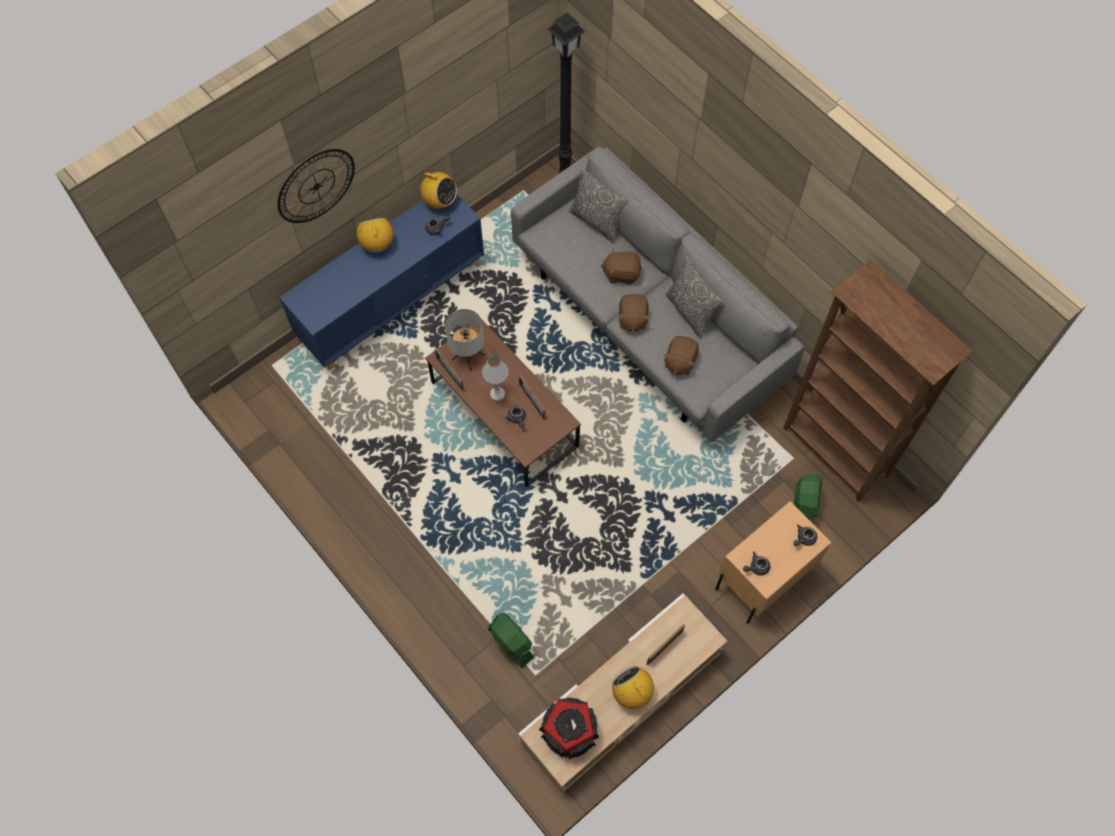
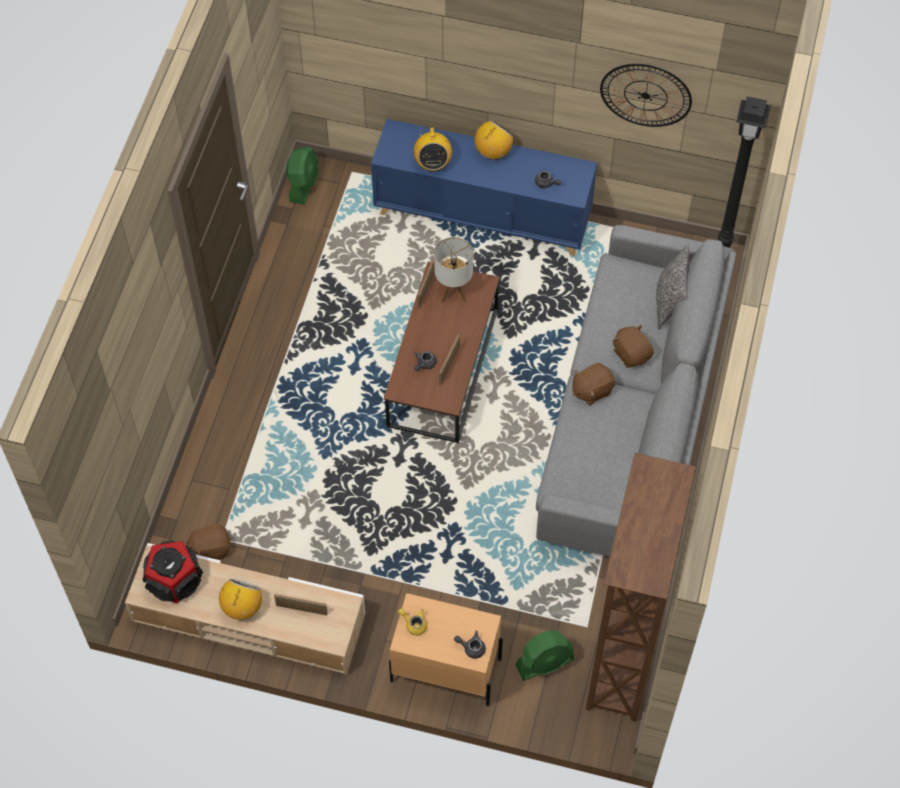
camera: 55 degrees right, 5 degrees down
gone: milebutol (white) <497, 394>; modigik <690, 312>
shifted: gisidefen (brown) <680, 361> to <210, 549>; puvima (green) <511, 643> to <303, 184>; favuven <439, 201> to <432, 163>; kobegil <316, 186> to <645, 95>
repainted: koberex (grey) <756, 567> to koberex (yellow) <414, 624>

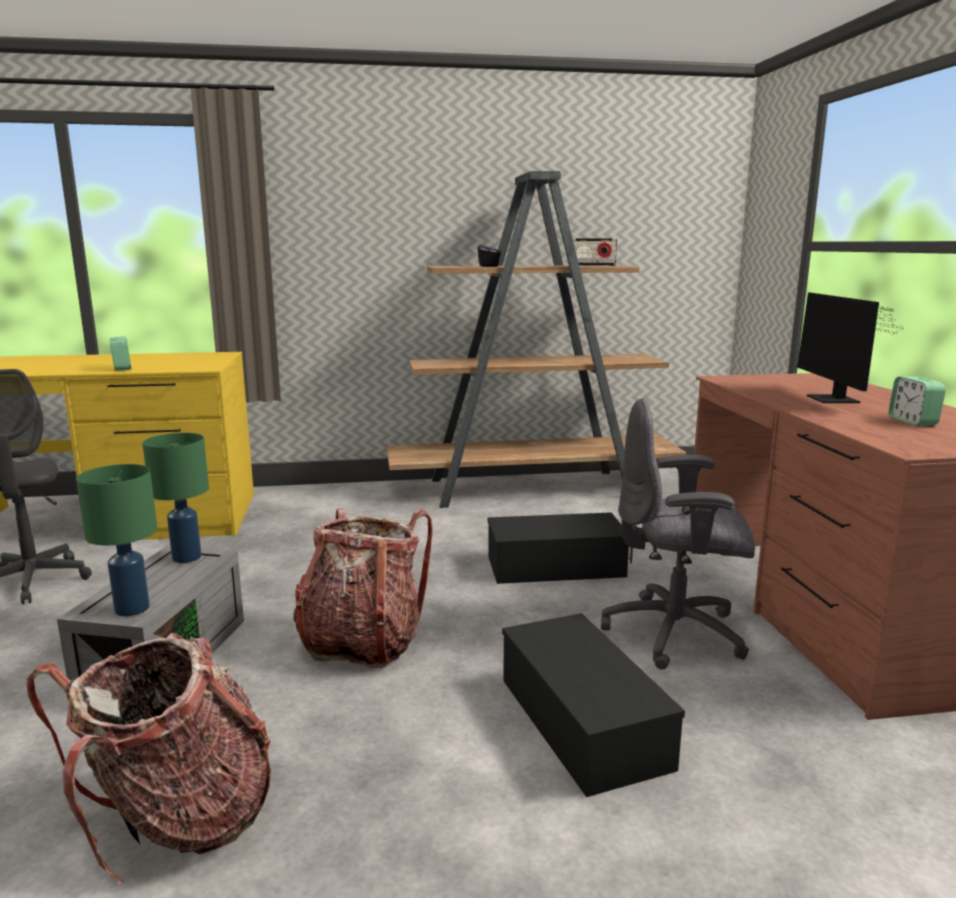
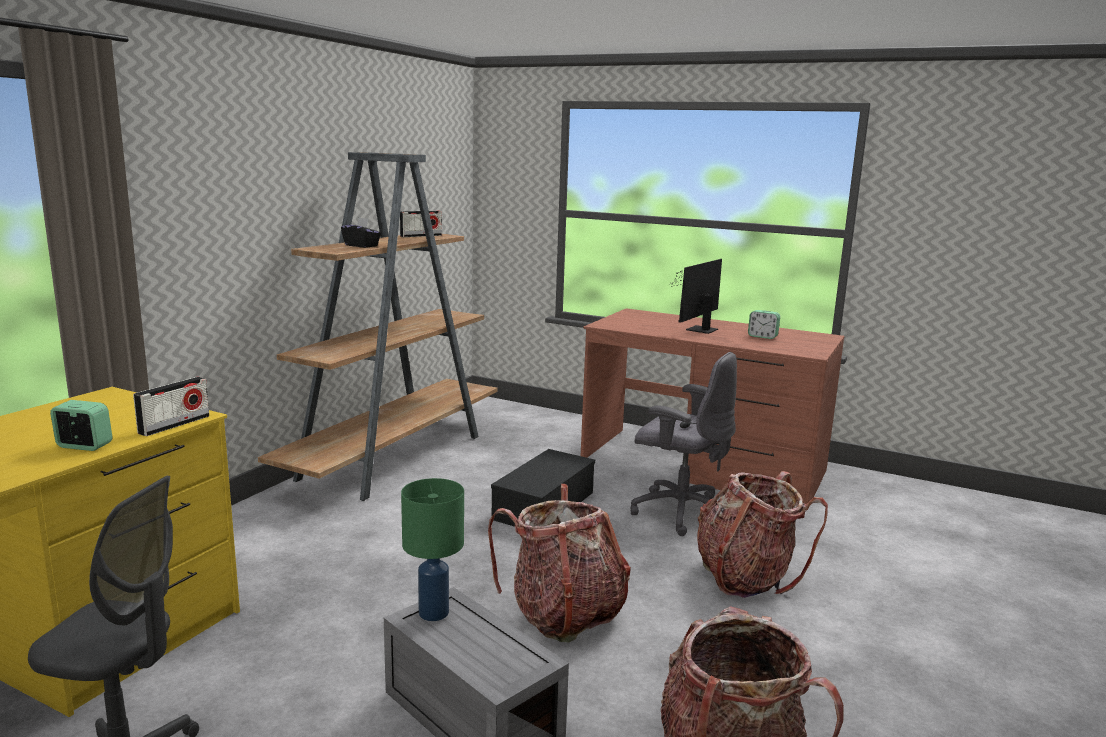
camera: 55 degrees left, 0 degrees up
gone: milebutol (green) <133, 609>
new: favuven <174, 425>
swapped: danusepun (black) <585, 723> to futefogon <746, 577>
rotated: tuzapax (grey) <676, 633> = <680, 511> 105 degrees counterclockwise; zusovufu <834, 400> = <698, 330> 90 degrees clockwise

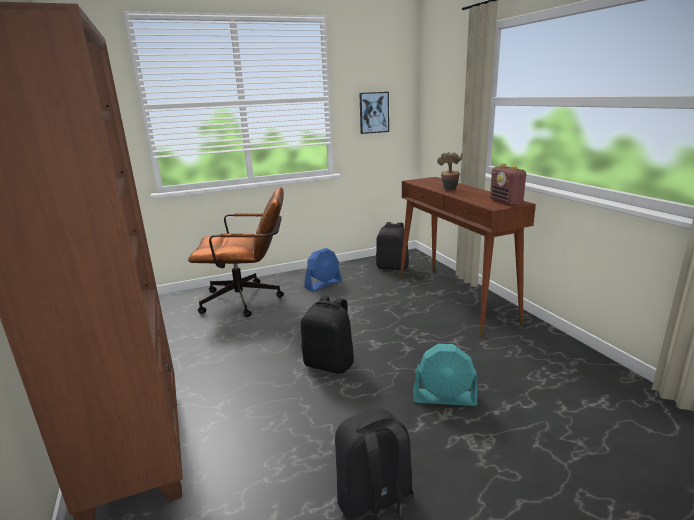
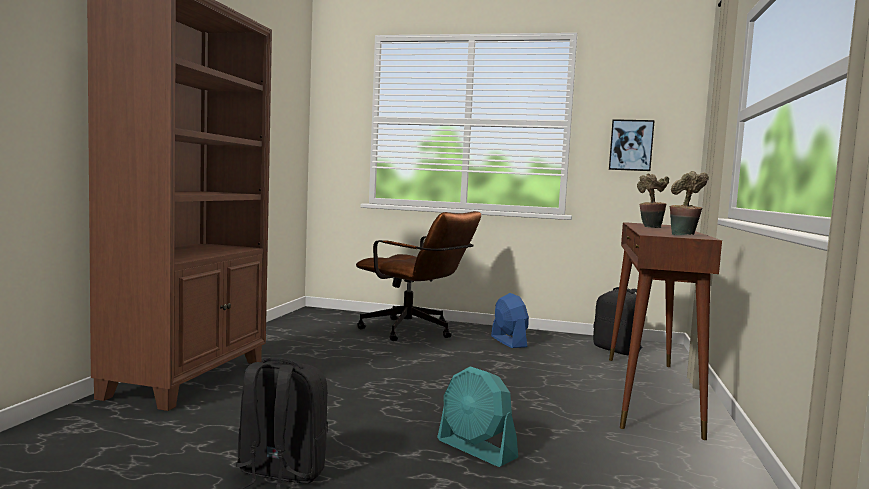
camera: 35 degrees right, 15 degrees down
gone: futefogon (black) <330, 364>
swapped: favuven <506, 202> to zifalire <684, 235>
rotated: puvima (blue) <323, 284> = <508, 341> 105 degrees counterclockwise

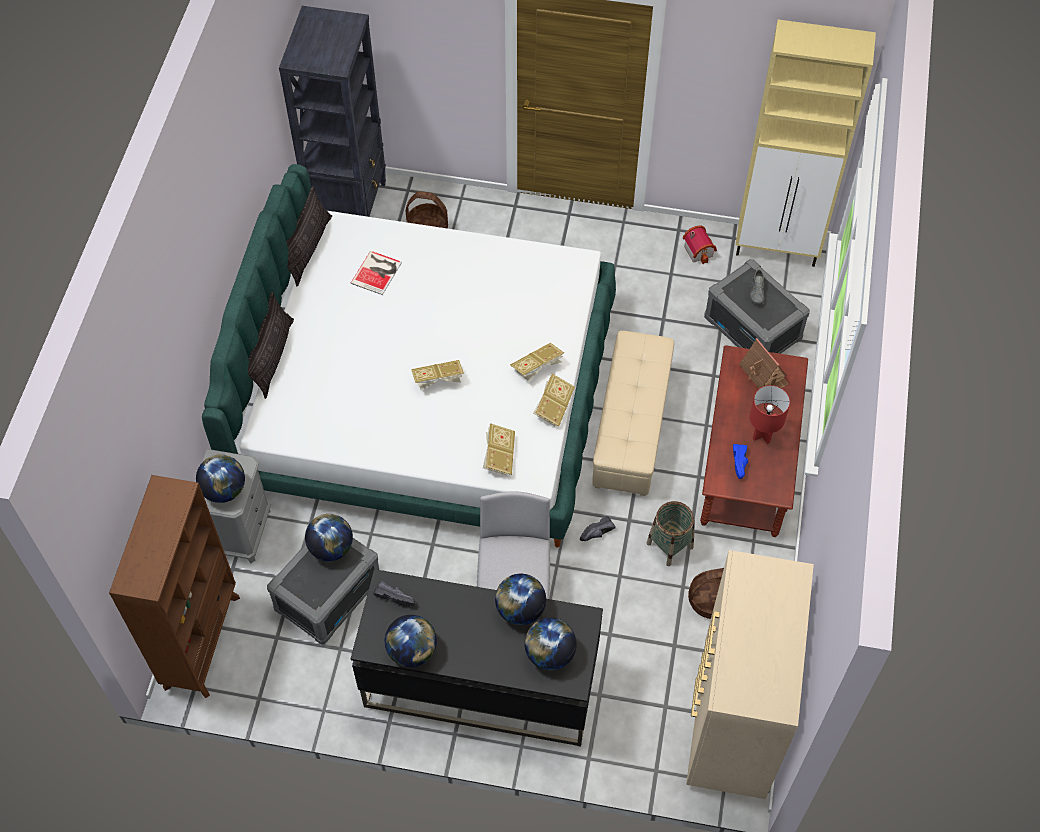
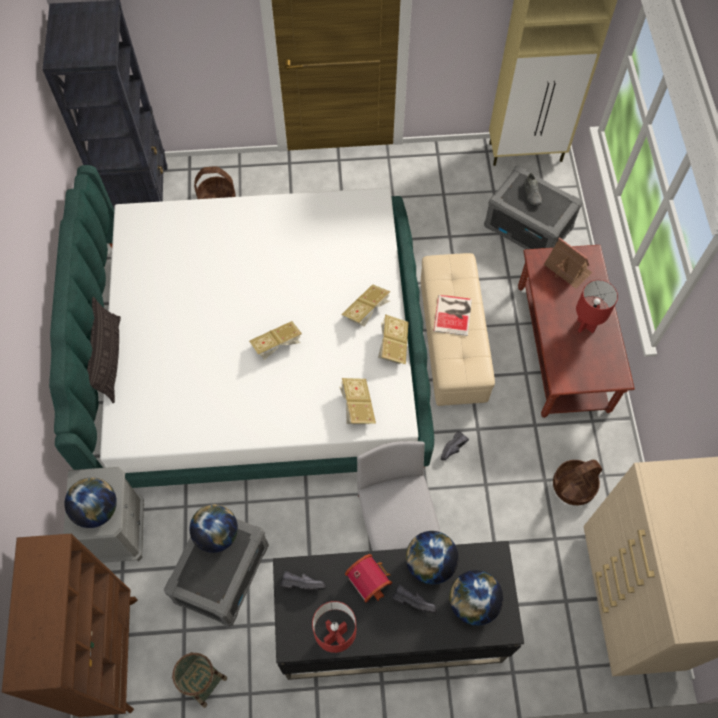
camera: 15 degrees left, 5 degrees up
gone: modigik <308, 249>; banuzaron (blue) <741, 463>
new: banuzaron (black) <414, 600>
shifted: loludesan <669, 545> to <202, 682>; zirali <700, 250> to <369, 579>; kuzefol <378, 272> to <454, 314>
swapped: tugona <412, 651> to milebutol (red) <336, 637>

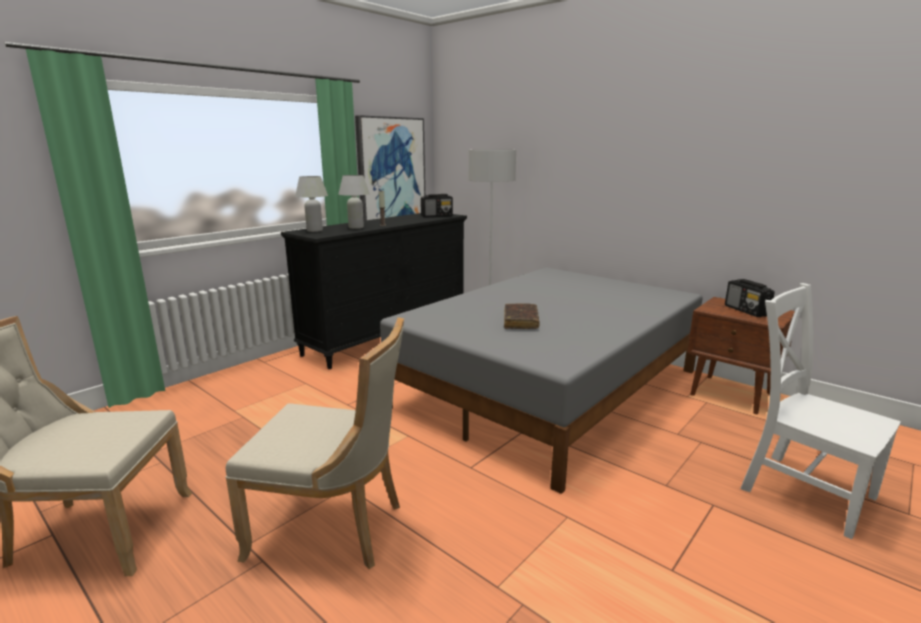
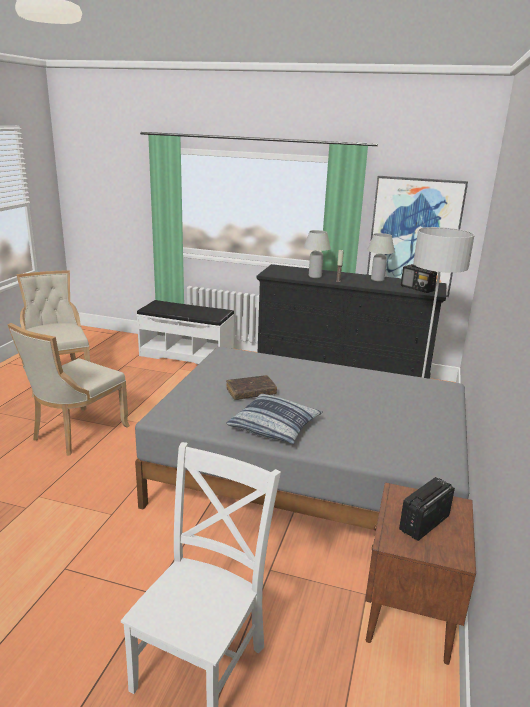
camera: 65 degrees right, 5 degrees up
new: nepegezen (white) <187, 355>; modigik <275, 427>
shifted: milebutol (white) <314, 230> to <377, 279>
rotated: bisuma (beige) <333, 528> = <76, 433> 45 degrees clockwise

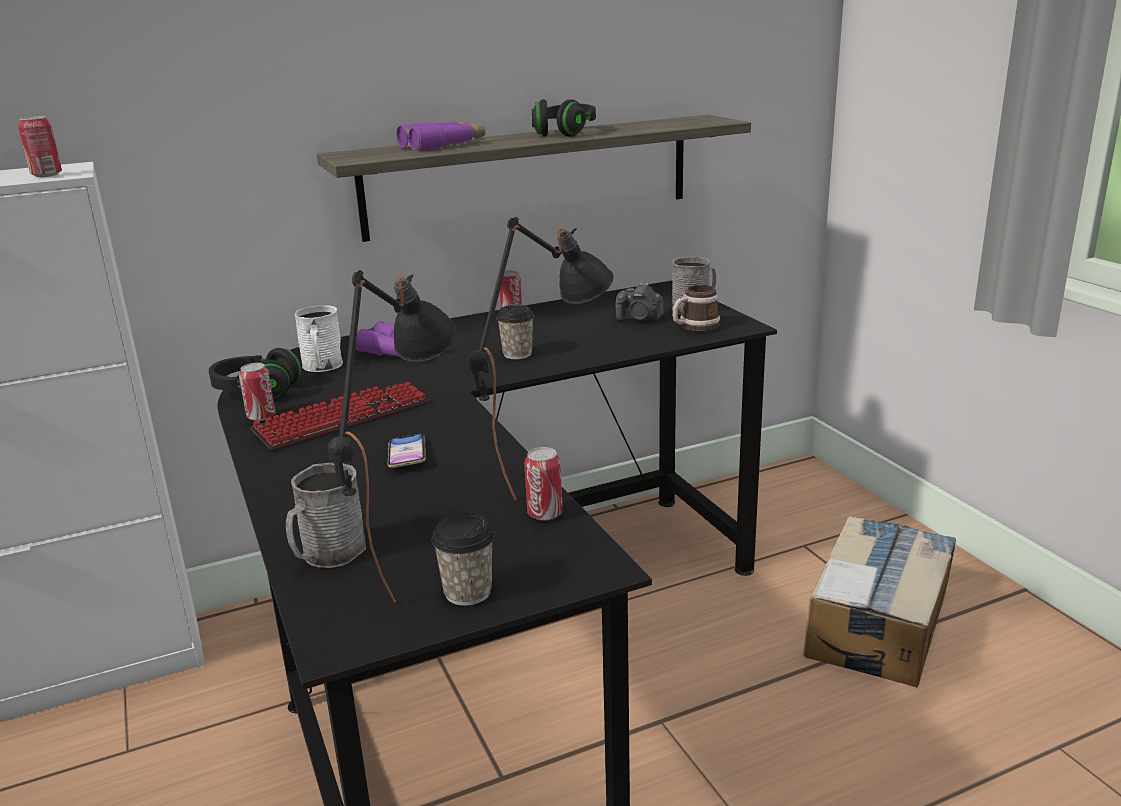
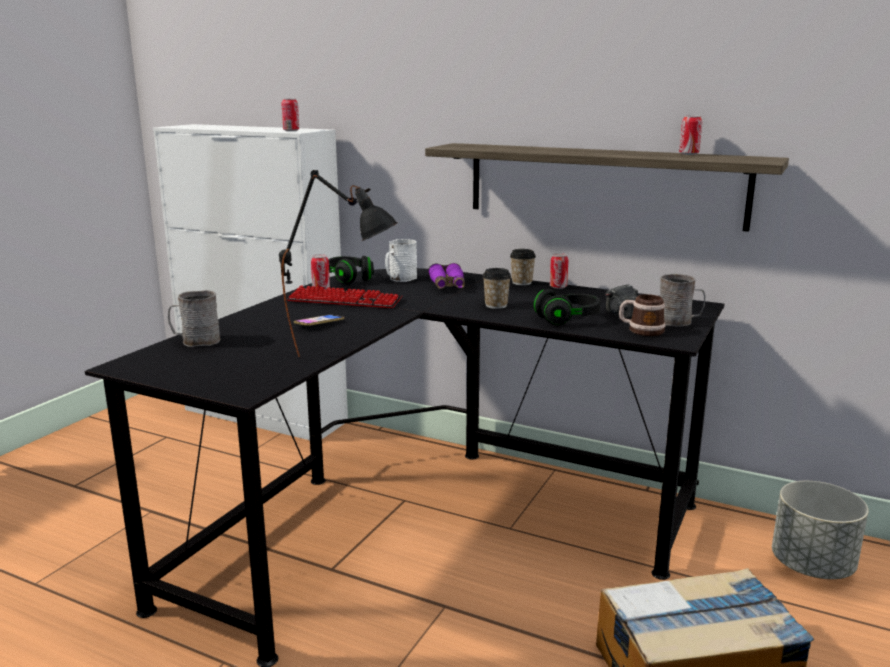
camera: 50 degrees right, 5 degrees down
gone: milebutol (black) <409, 560>; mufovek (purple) <443, 145>
new: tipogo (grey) <812, 566>
shifted: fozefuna <468, 592> to <522, 283>; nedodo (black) <565, 133> to <567, 319>; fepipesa <545, 514> to <688, 154>

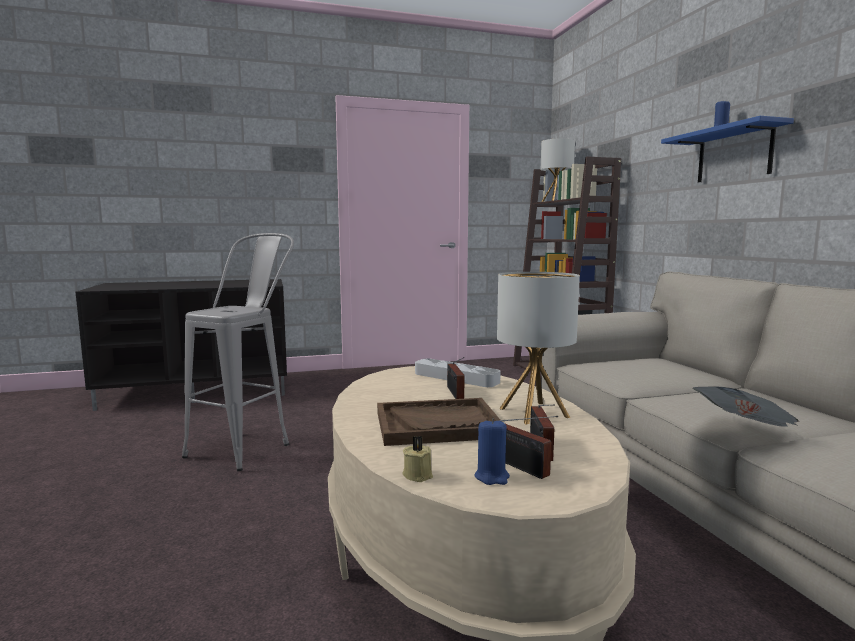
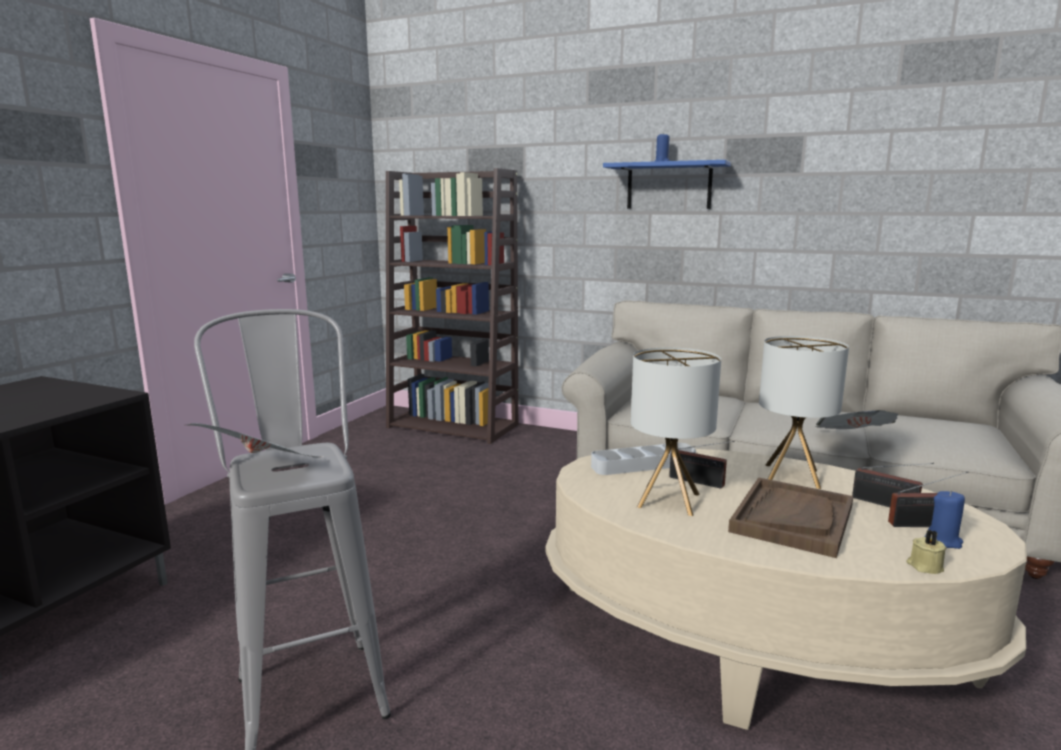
camera: 50 degrees left, 5 degrees up
new: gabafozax <262, 473>
shifted: milebutol <555, 202> to <668, 500>

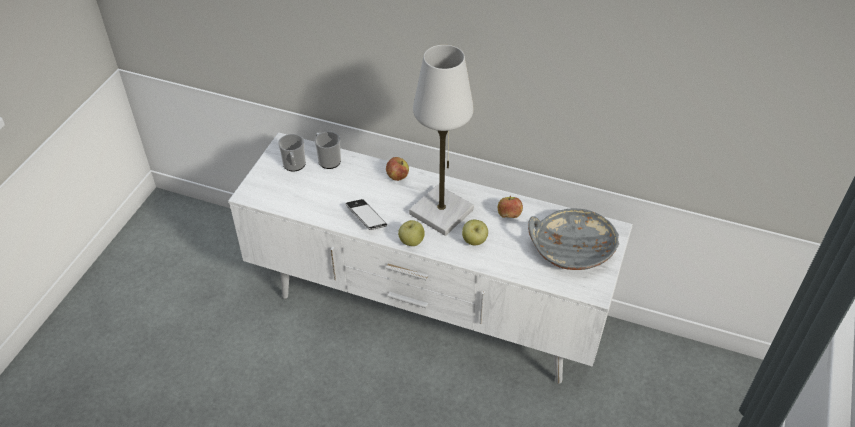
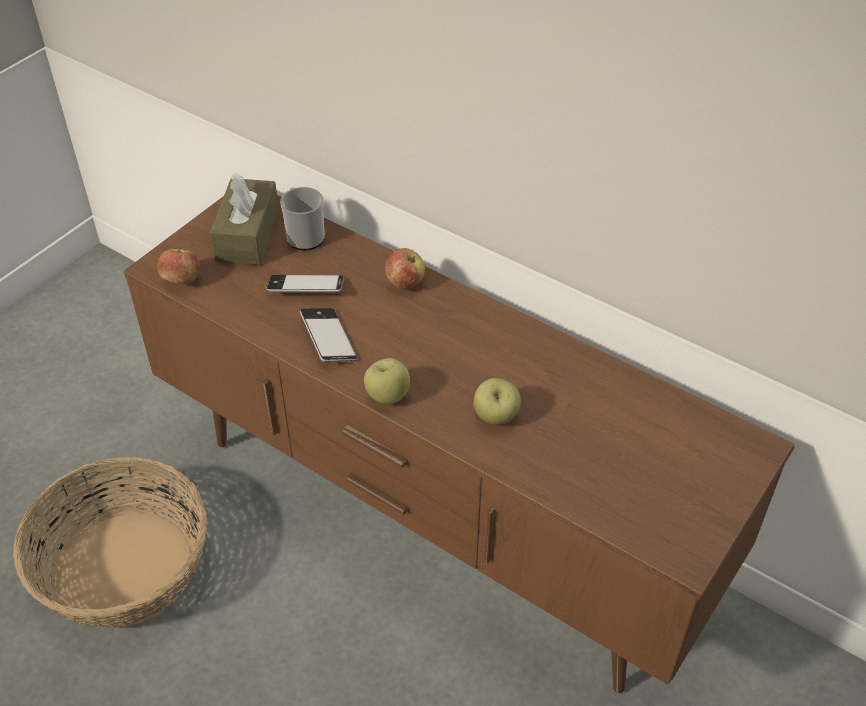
camera: 15 degrees right, 0 degrees up
gone: milebutol (white) <441, 212>; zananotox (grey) <571, 249>
new: loludesan <123, 568>; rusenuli <306, 289>
shifted: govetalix <509, 215> to <181, 280>
swapped: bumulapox <294, 166> to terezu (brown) <247, 235>
repainted: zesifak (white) <427, 314> to zesifak (brown) <433, 521>

